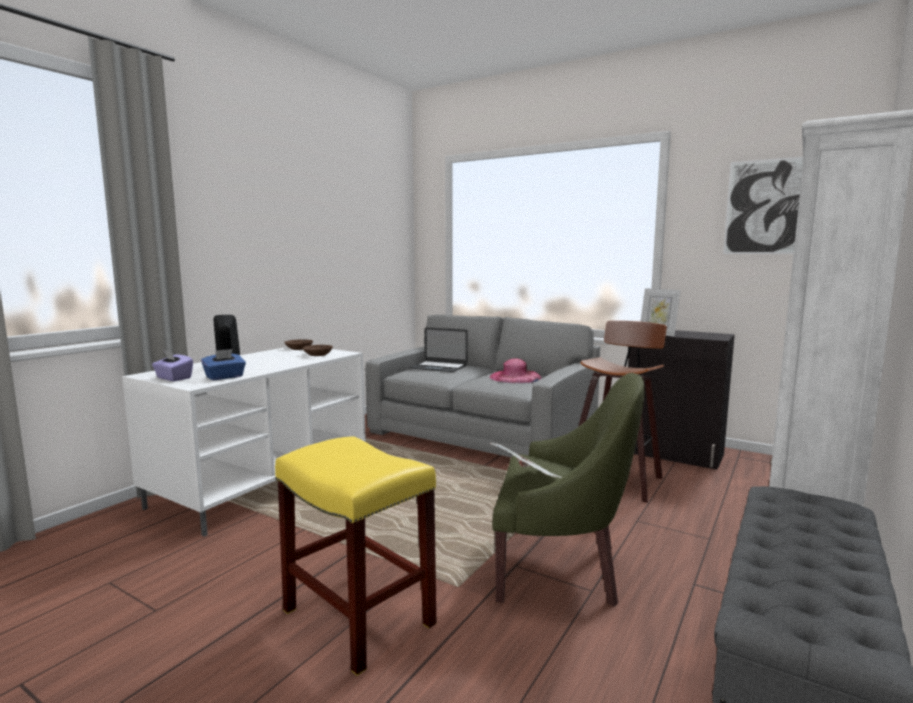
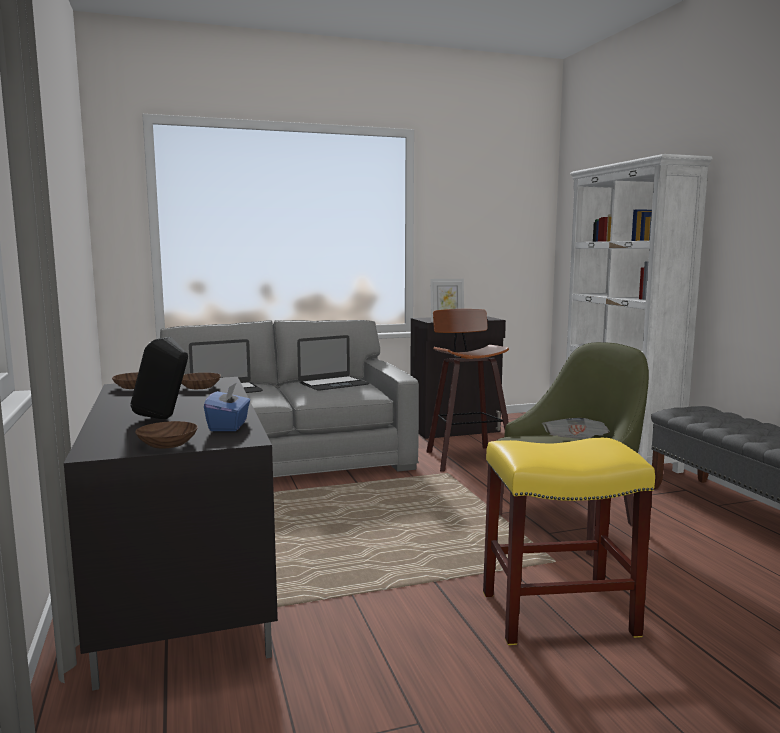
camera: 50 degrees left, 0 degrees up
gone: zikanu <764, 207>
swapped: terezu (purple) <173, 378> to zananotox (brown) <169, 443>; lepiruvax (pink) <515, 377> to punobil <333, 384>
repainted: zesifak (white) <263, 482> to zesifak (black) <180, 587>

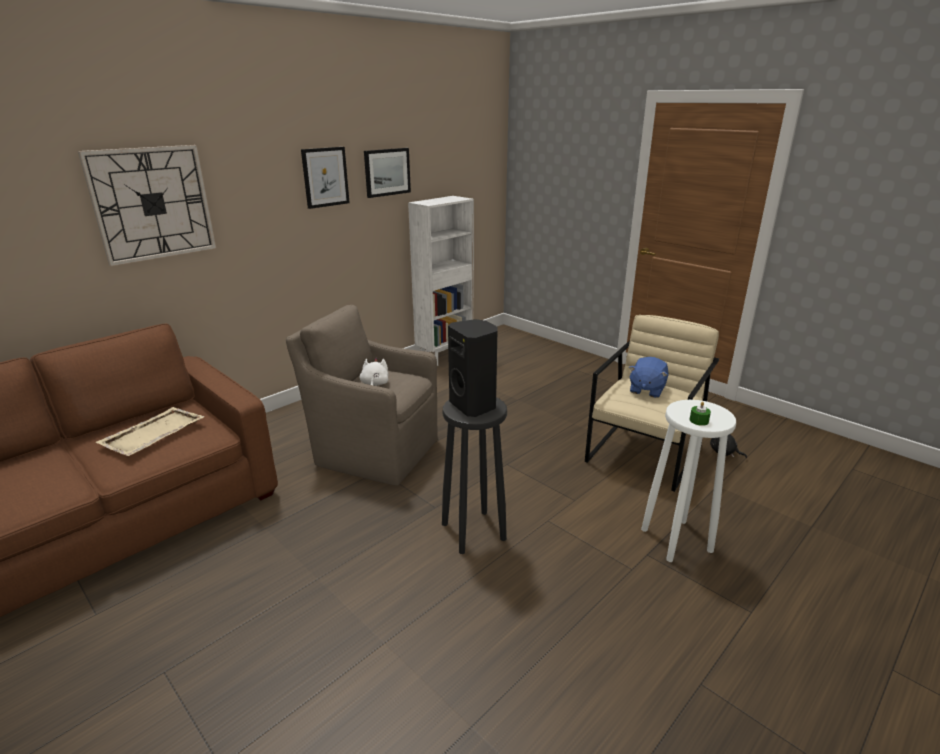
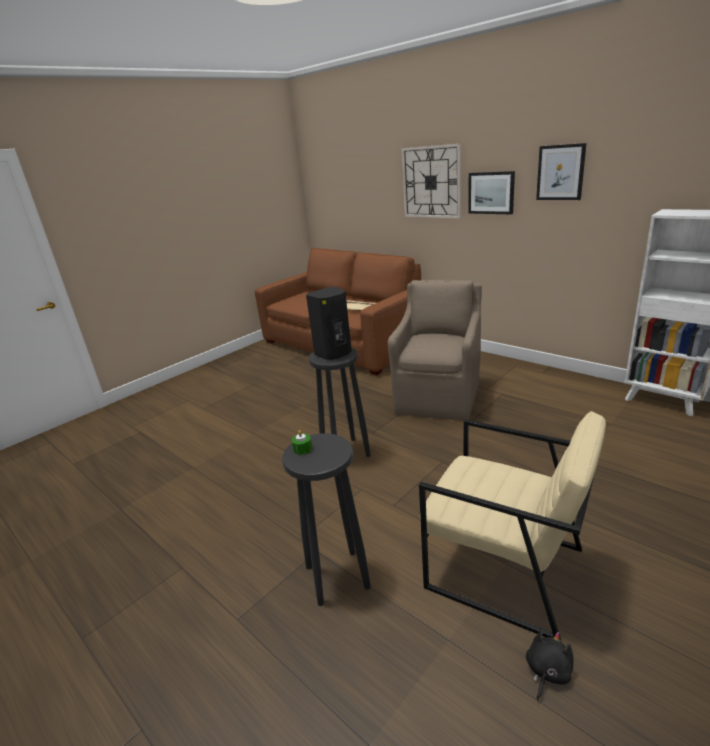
camera: 90 degrees right, 0 degrees up
gone: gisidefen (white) <374, 384>; gisidefen (blue) <646, 390>
shifted: zikanu <387, 172> to <491, 193>
repainted: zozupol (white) <677, 540> to zozupol (black) <336, 576>

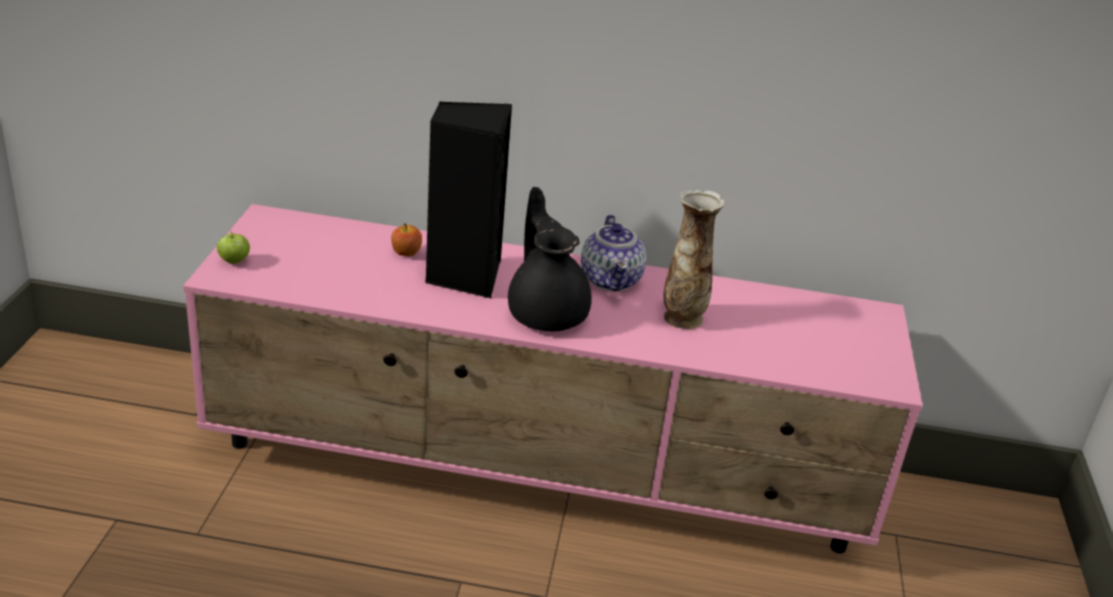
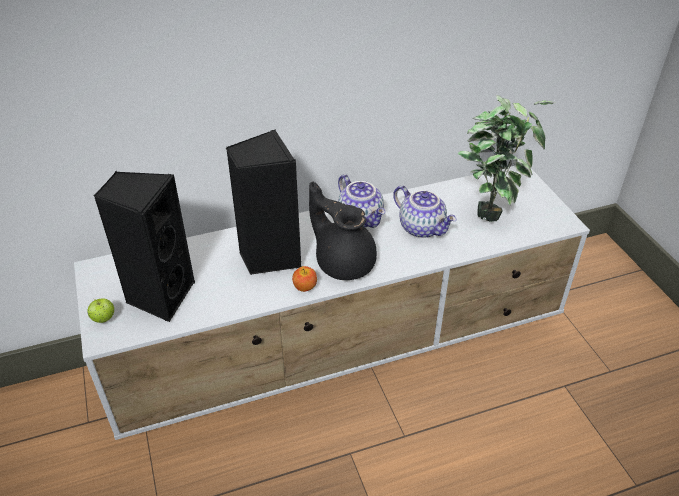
camera: 25 degrees left, 10 degrees up
new: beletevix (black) <160, 296>; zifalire <490, 208>
shifted: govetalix <406, 253> to <305, 287>
swapped: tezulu <682, 317> to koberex <422, 228>
repainted: zesifak (pink) <542, 472> to zesifak (white) <341, 351>

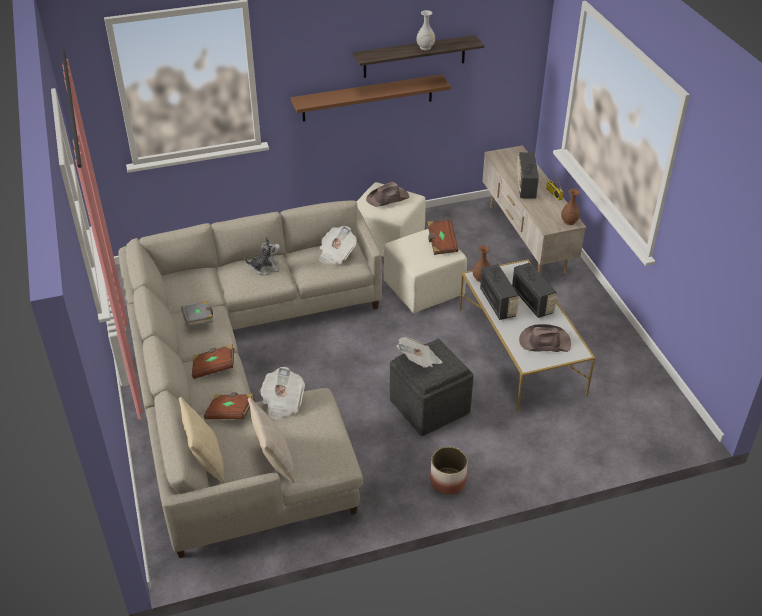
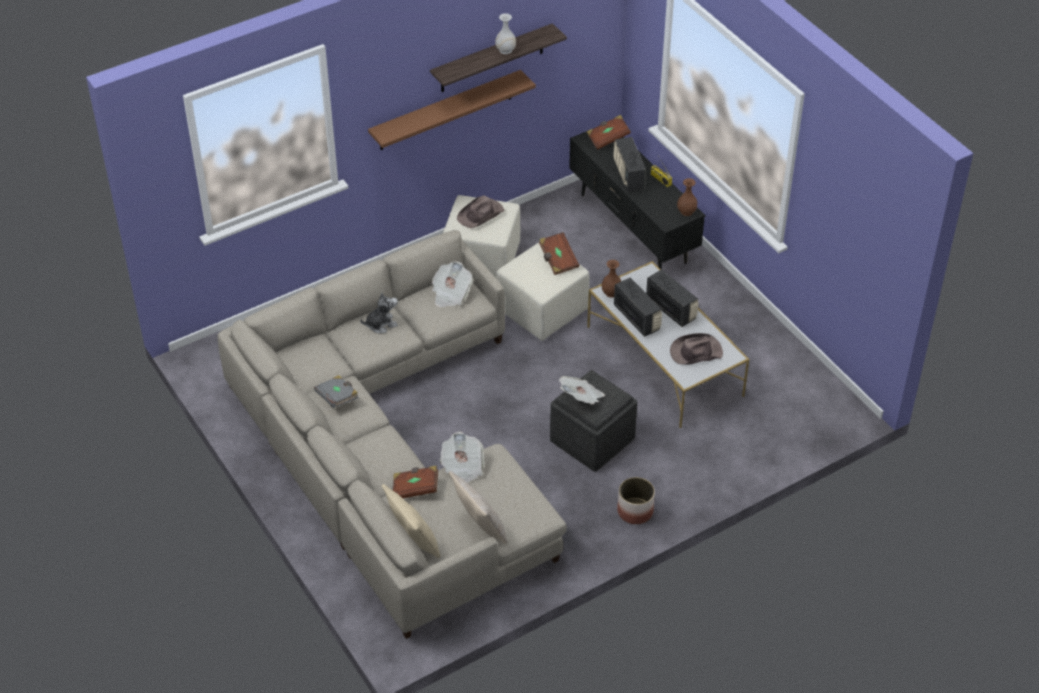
camera: 15 degrees left, 5 degrees up
shifted: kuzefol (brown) <214, 368> to <608, 138>
repainted: zesifak (beige) <526, 239> to zesifak (black) <632, 229>

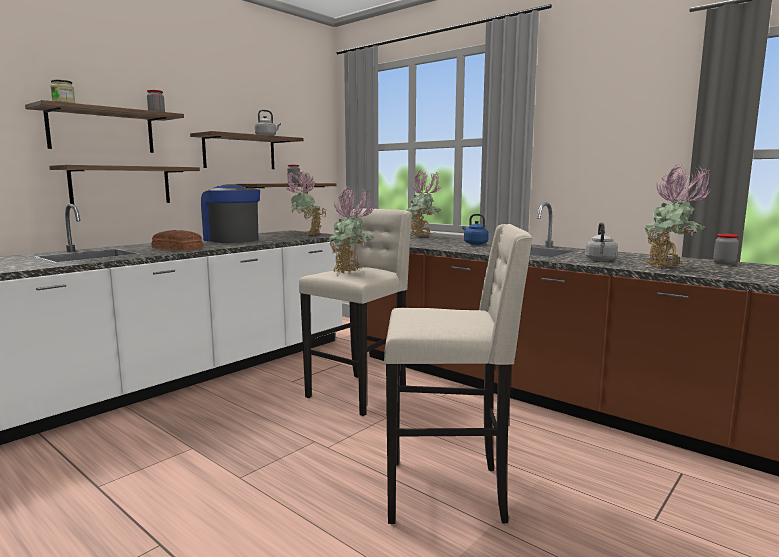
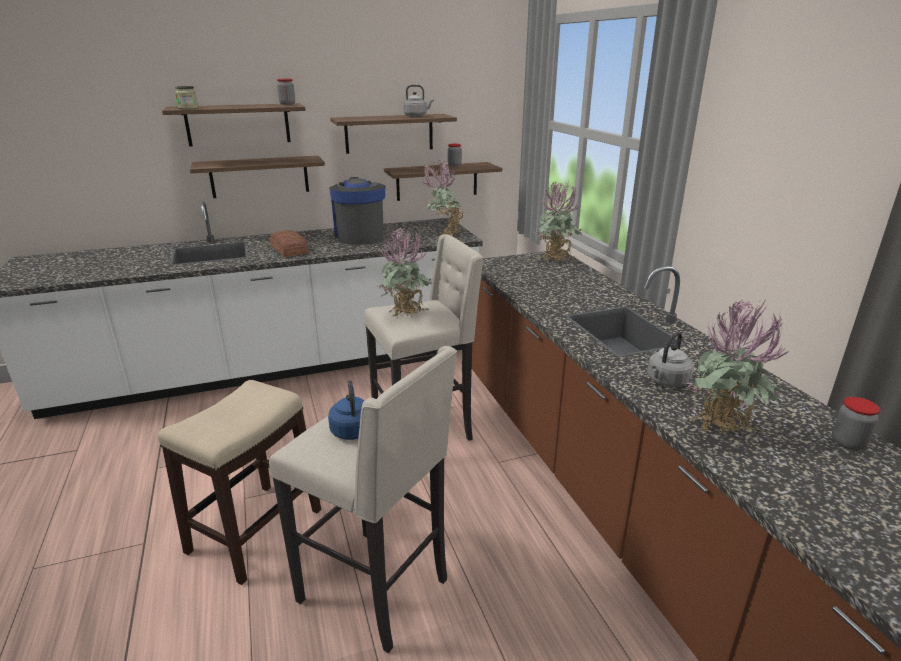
camera: 30 degrees right, 15 degrees up
new: zozupol <256, 530>
shifted: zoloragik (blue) <474, 243> to <352, 429>

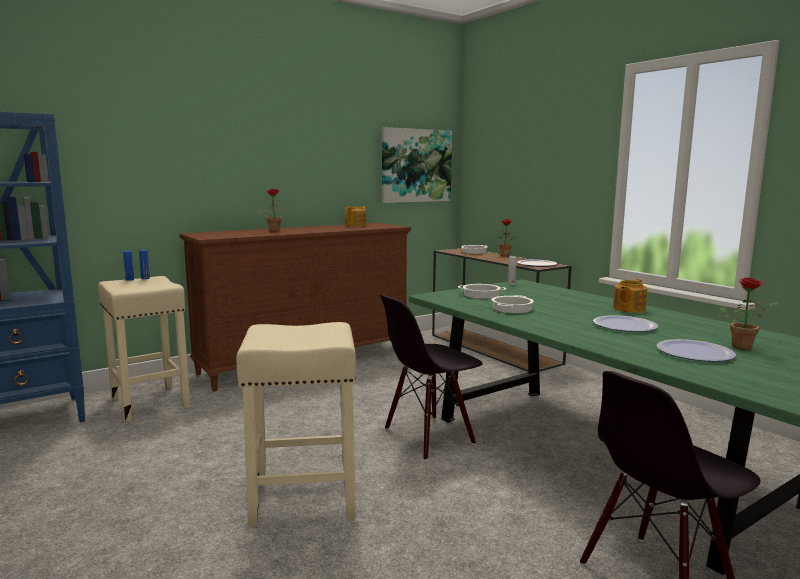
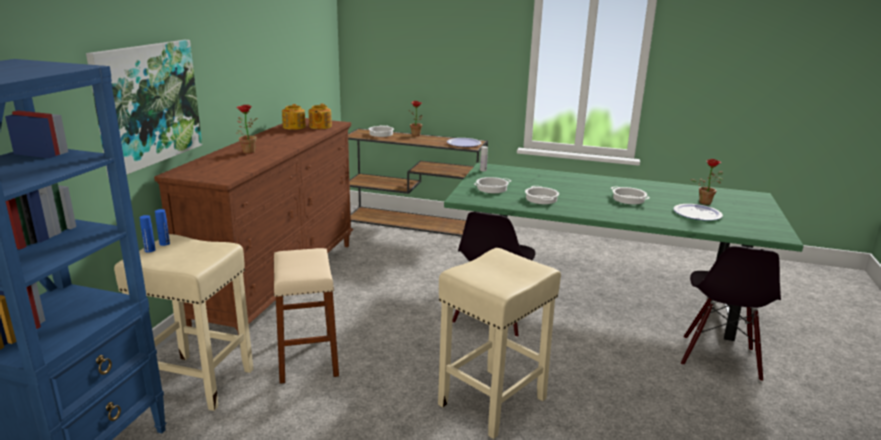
camera: 40 degrees left, 10 degrees up
new: zozupol (beige) <307, 357>
shifted: zikanu <416, 165> to <147, 104>; koberex <628, 309> to <320, 126>
swapped: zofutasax <624, 325> to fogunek <628, 199>

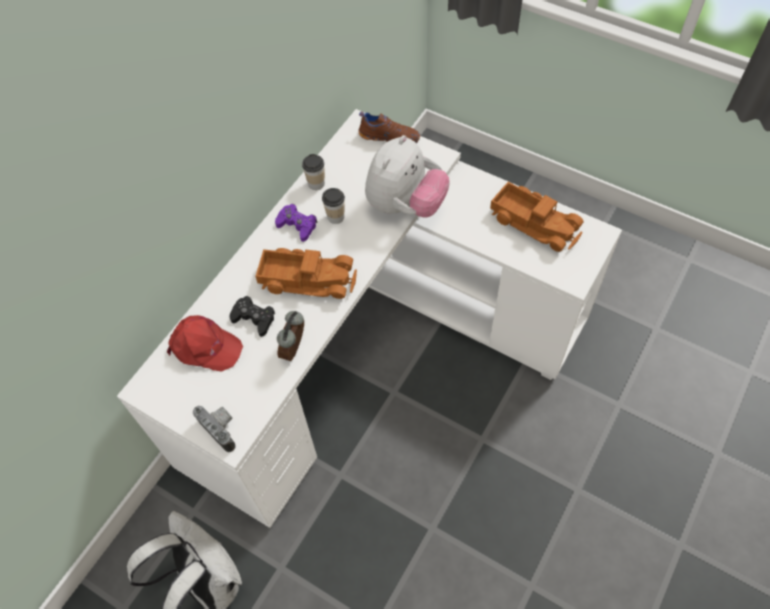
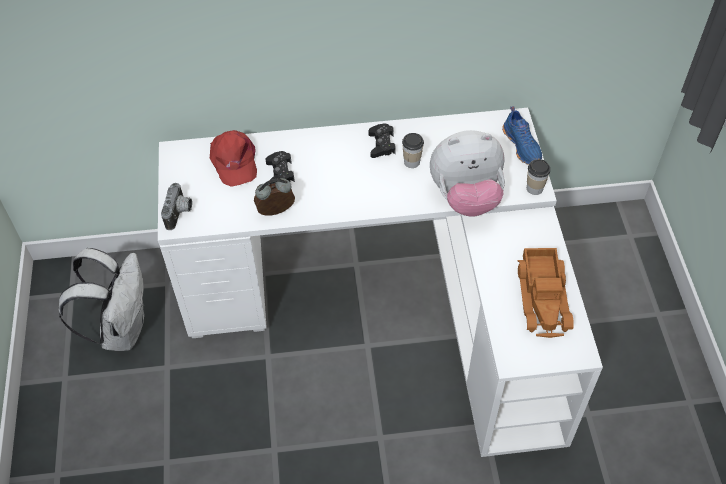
camera: 50 degrees right, 5 degrees down
gone: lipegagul <307, 278>
shifted: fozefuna <316, 183> to <534, 188>
repainted: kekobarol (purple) <297, 225> to kekobarol (black) <381, 144>; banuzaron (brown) <389, 137> to banuzaron (blue) <522, 145>

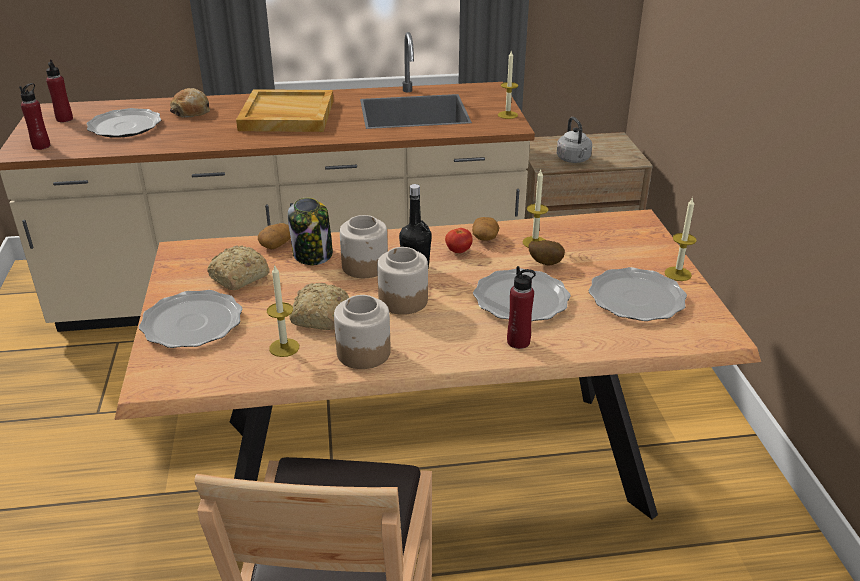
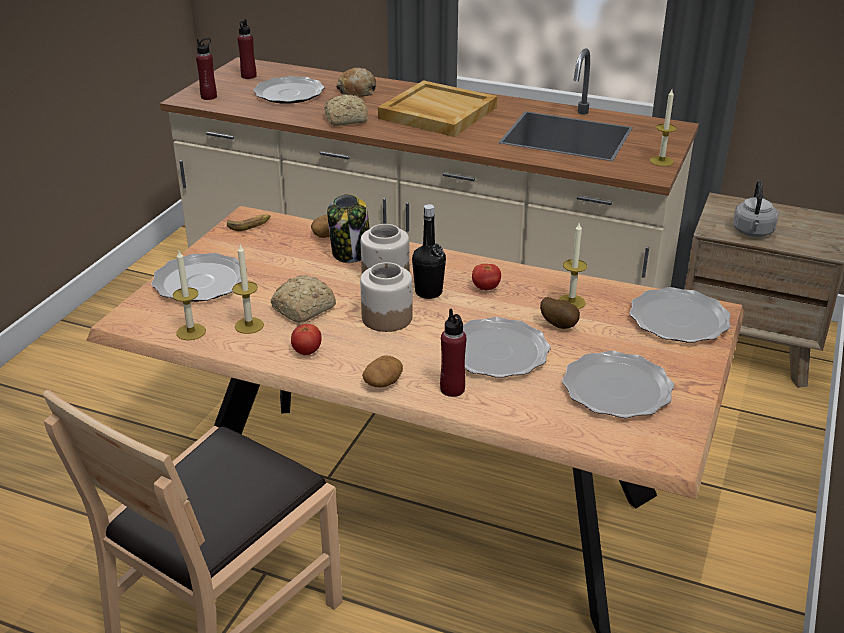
camera: 30 degrees right, 0 degrees up
new: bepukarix <249, 225>; zofutasax <679, 319>
shifted: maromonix <677, 274> to <191, 332>; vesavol <237, 278> to <344, 120>; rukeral <485, 238> to <383, 382>
swapped: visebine <363, 352> to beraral <307, 351>

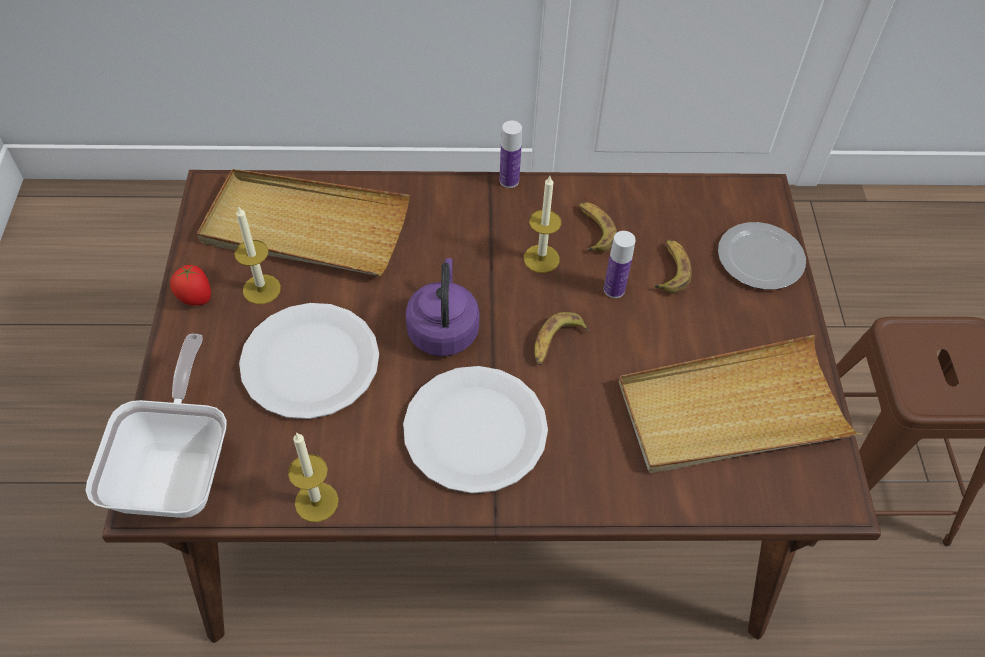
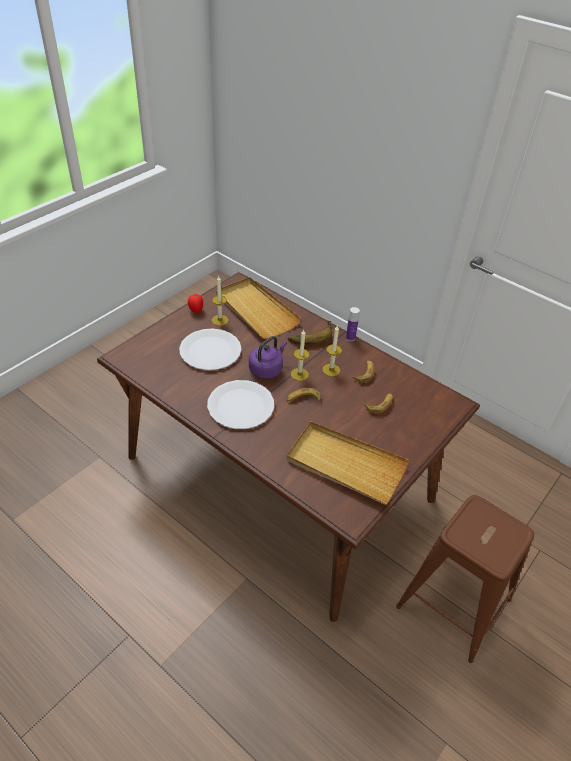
camera: 40 degrees right, 10 degrees down
gone: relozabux <178, 468>; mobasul <614, 289>; zofutasax <759, 259>
new: bepukarix <309, 335>
shifted: maromonix <316, 502> to <299, 374>

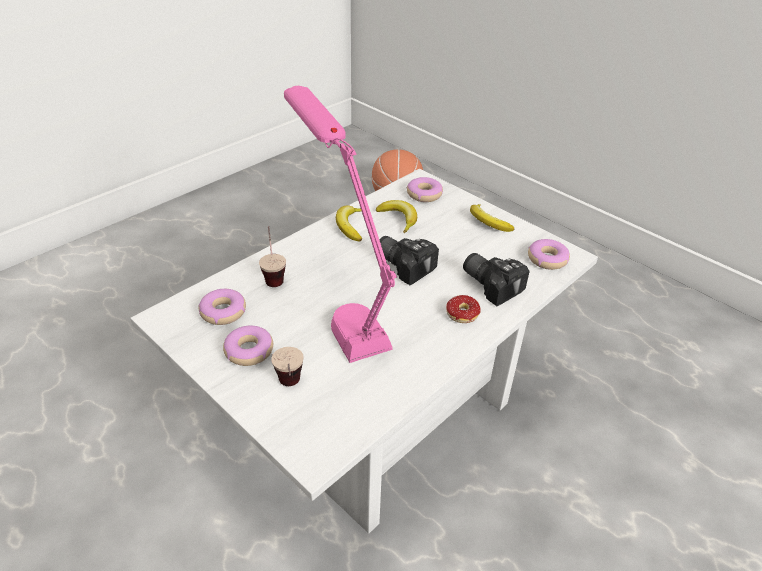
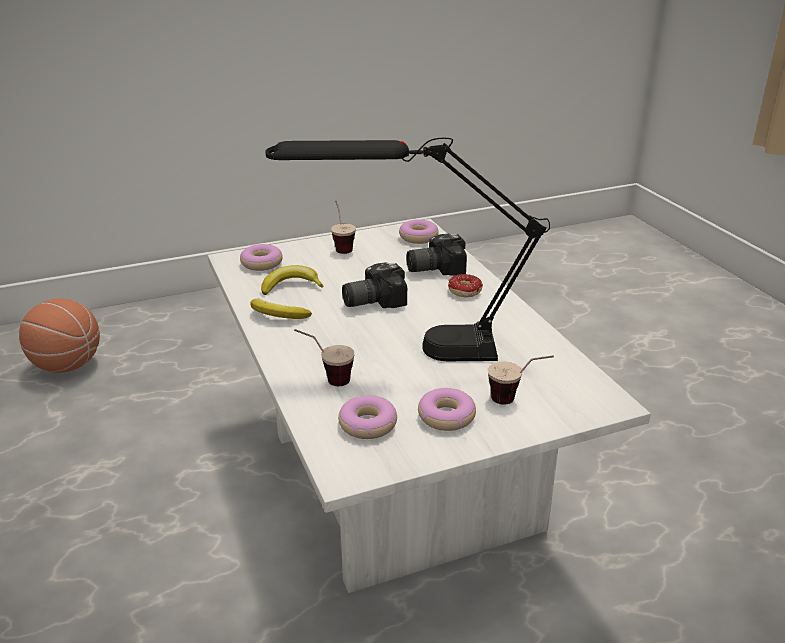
camera: 65 degrees left, 10 degrees down
swapped: bepukarix <487, 222> to fozefuna <342, 246>
repainted: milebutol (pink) <340, 305> to milebutol (black) <410, 348>

